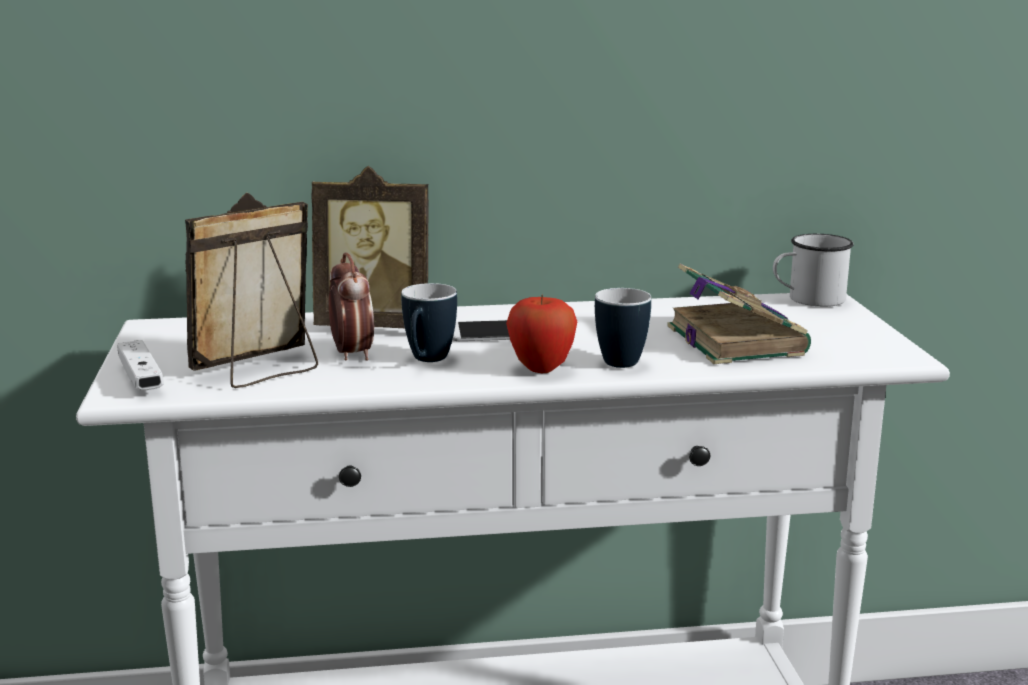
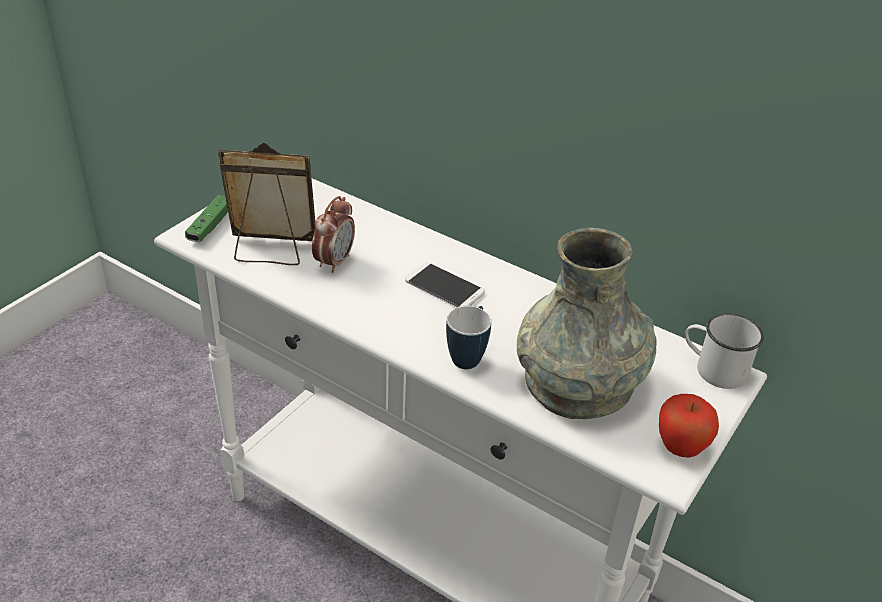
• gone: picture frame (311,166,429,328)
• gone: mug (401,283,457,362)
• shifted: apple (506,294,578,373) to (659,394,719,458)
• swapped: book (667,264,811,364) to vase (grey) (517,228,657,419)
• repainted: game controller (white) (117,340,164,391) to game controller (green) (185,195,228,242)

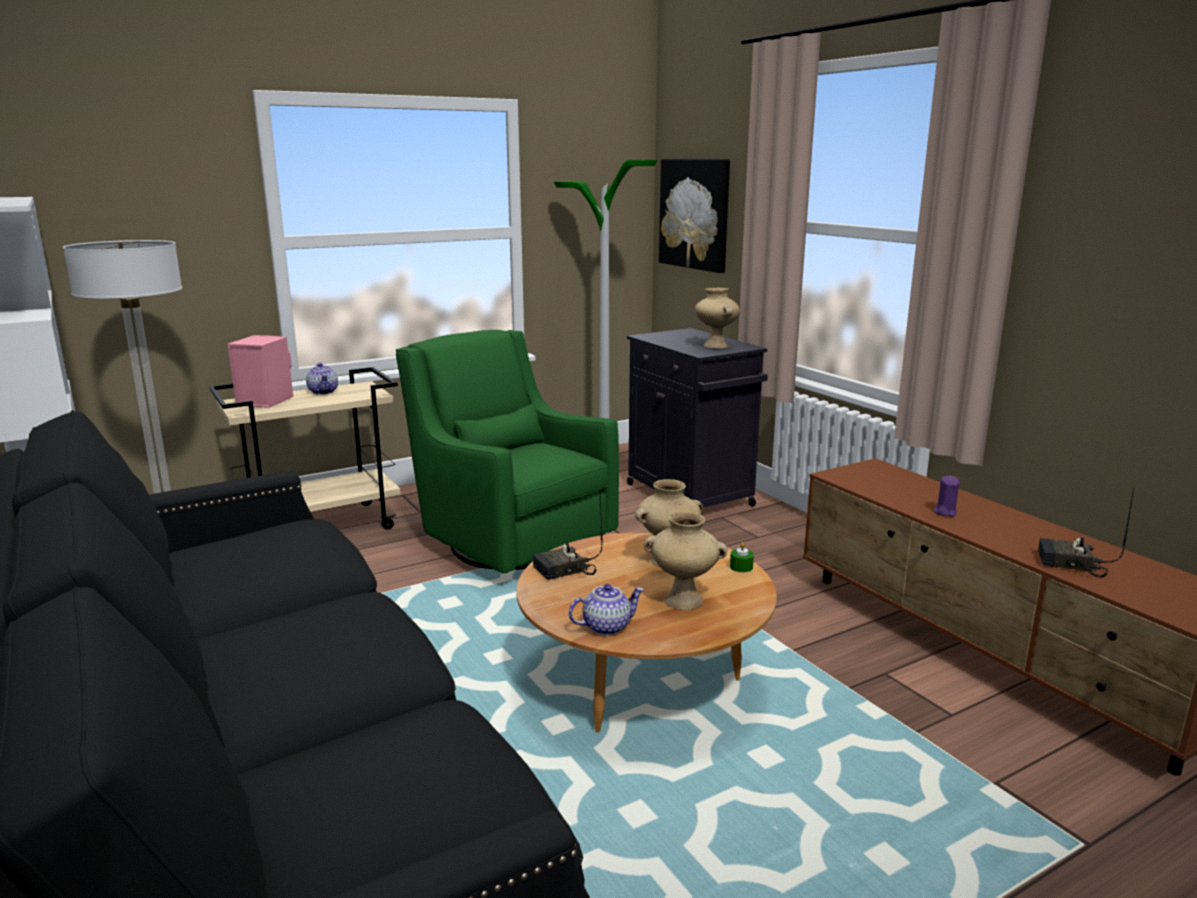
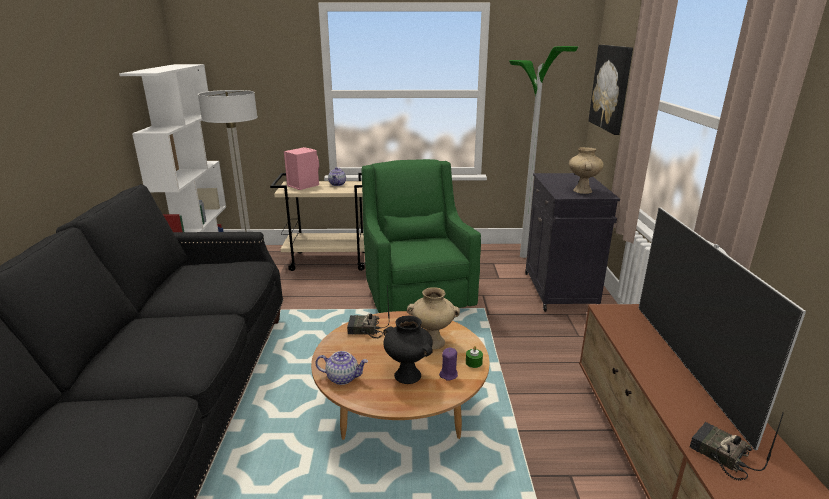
• new: television (638,208,806,450)
• shifted: candle (purple) (934,476,959,516) to (439,347,458,381)
• repainted: vase (beige) (644,512,727,610) to vase (black) (383,315,433,384)

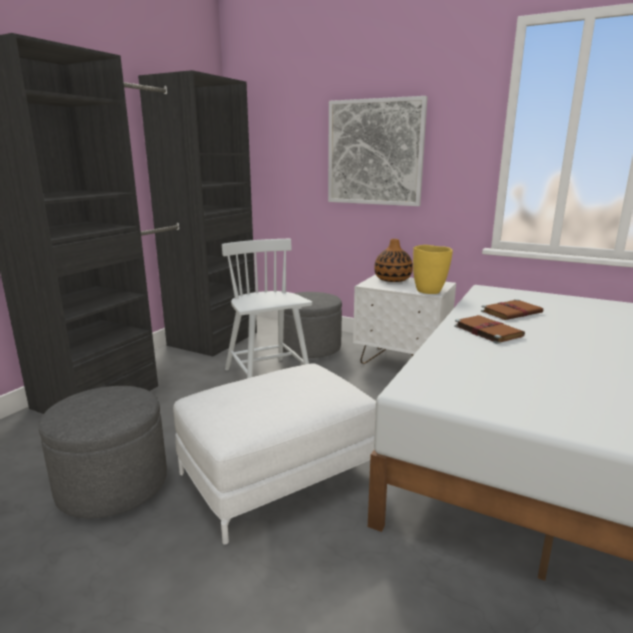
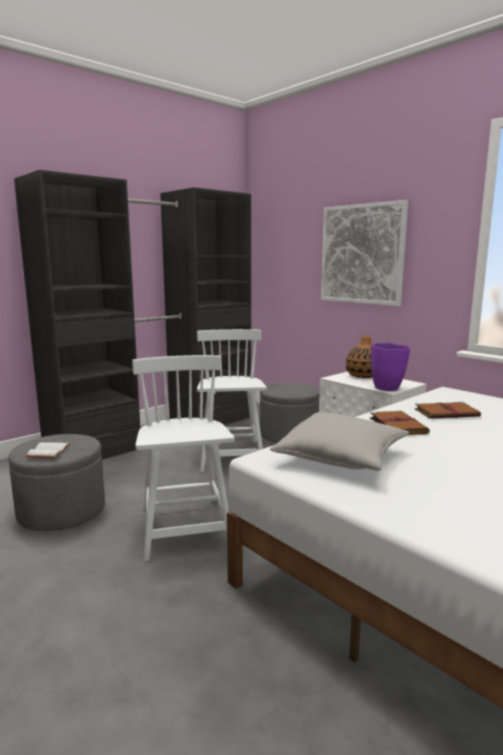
• new: book (white) (25,442,70,458)
• new: pillow (grey) (270,412,409,471)
• swapped: ottoman (white) (173,364,376,545) to chair (white) (132,355,235,561)
• repainted: vase (yellow) (413,245,453,294) to vase (purple) (371,342,410,391)

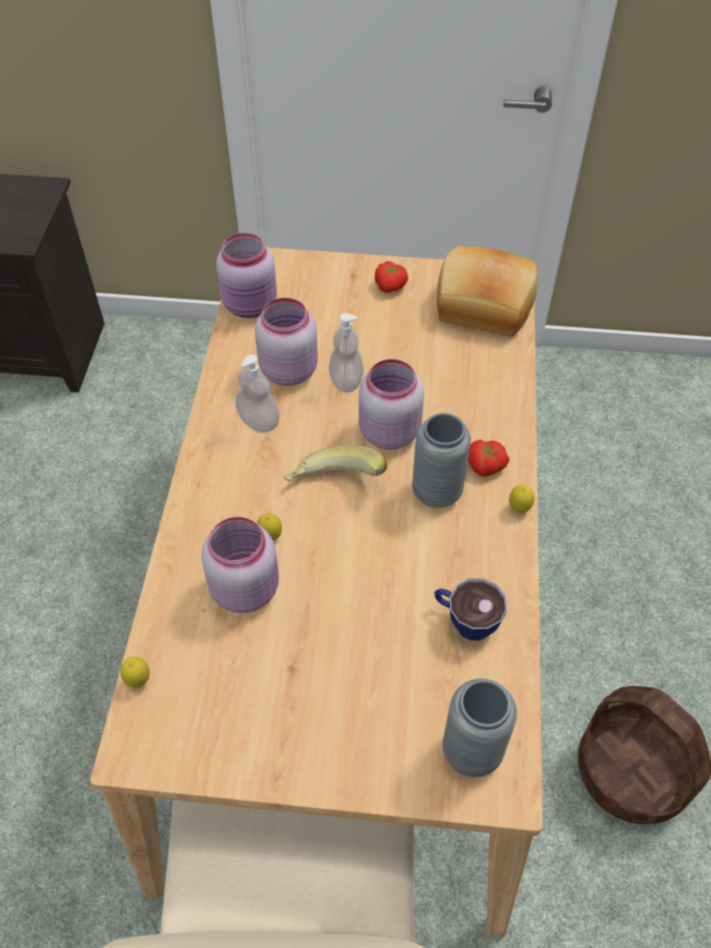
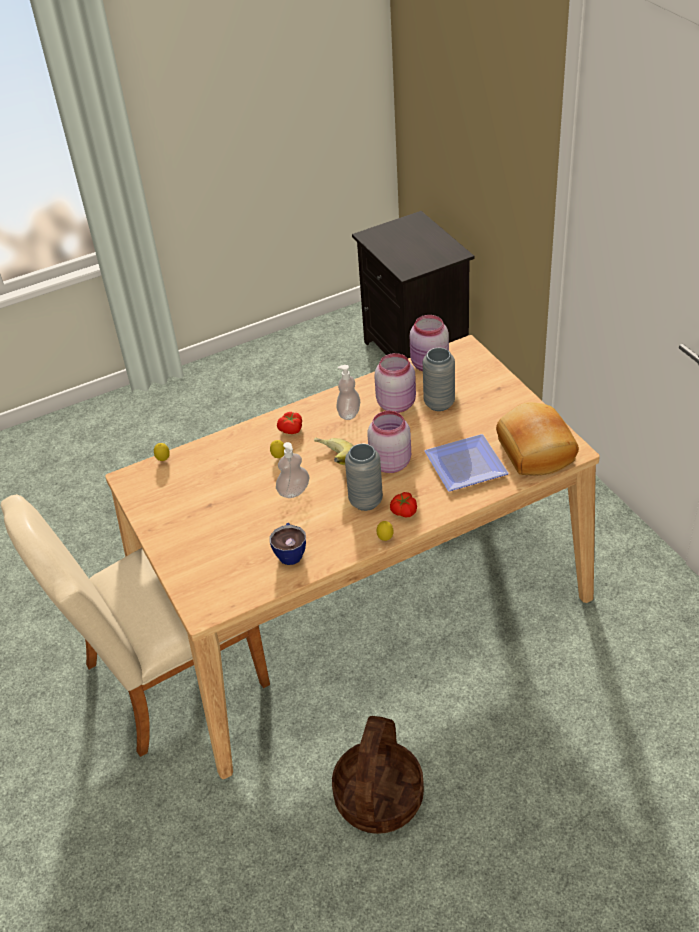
• gone: jar (pink) (201,517,279,613)
• new: plate (425,434,509,491)
• shifted: soap dispenser (329,313,364,393) to (276,442,309,498)
• shifted: tomato (375,261,408,293) to (277,412,302,434)
• shifted: vase (grey) (443,679,517,777) to (423,348,455,411)

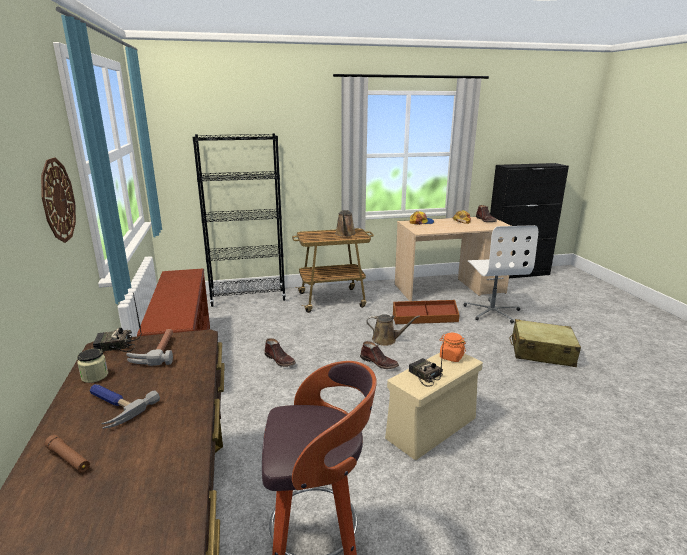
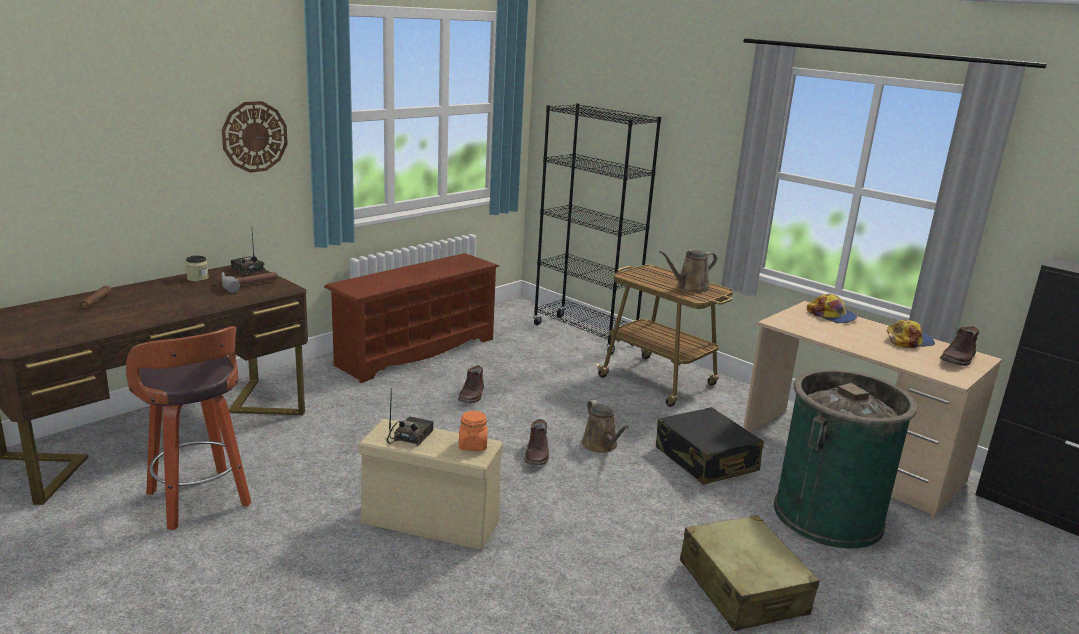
• gone: hammer (89,384,160,429)
• swapped: storage box (brown) (393,300,459,324) to suitcase (black) (656,407,764,485)
• swapped: office chair (white) (463,225,538,323) to trash can (green) (774,369,918,549)

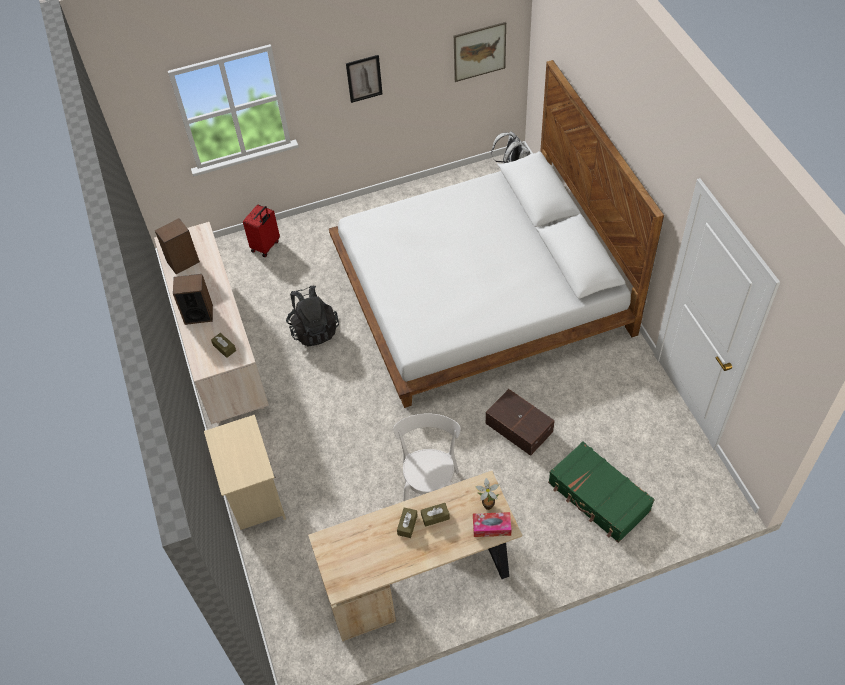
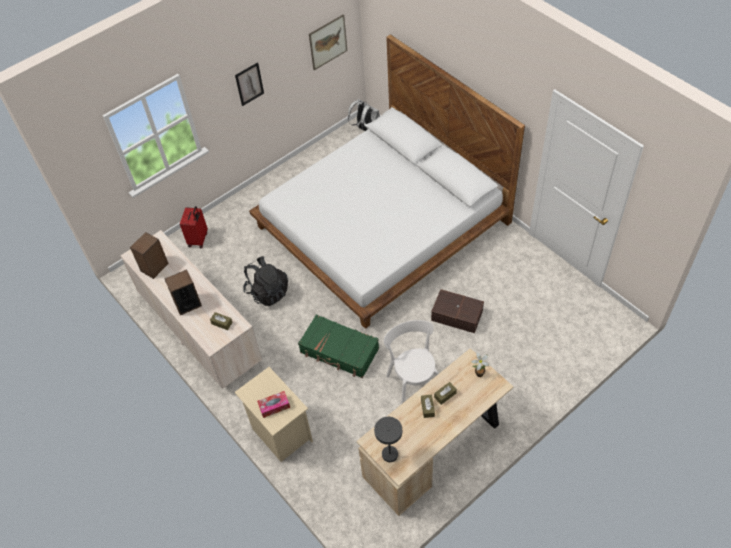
• new: table lamp (grey) (374,417,402,462)
• shifted: tissue box (473,512,511,537) to (257,391,290,418)
• shifted: suitcase (green) (548,441,655,543) to (298,314,379,378)

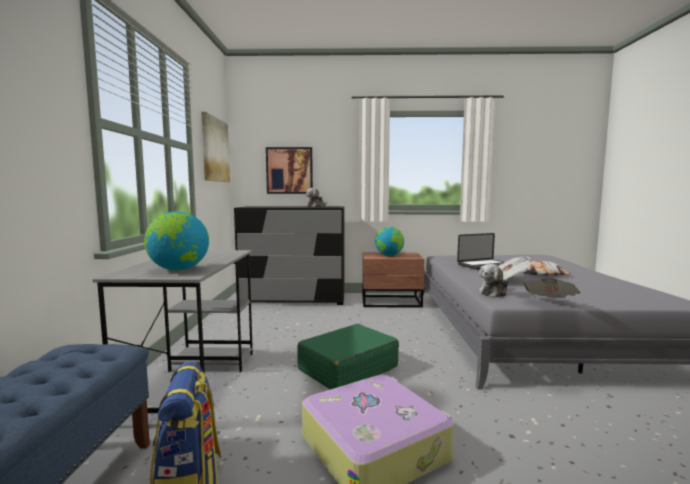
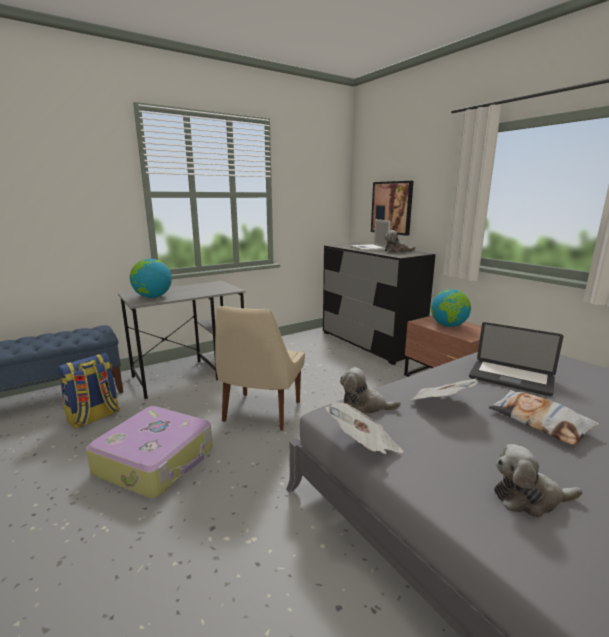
• gone: picture (201,112,230,182)
• new: laptop (350,219,391,251)
• new: plush toy (494,444,582,518)
• swapped: suitcase (green) (297,324,399,389) to chair (beige) (215,306,305,431)

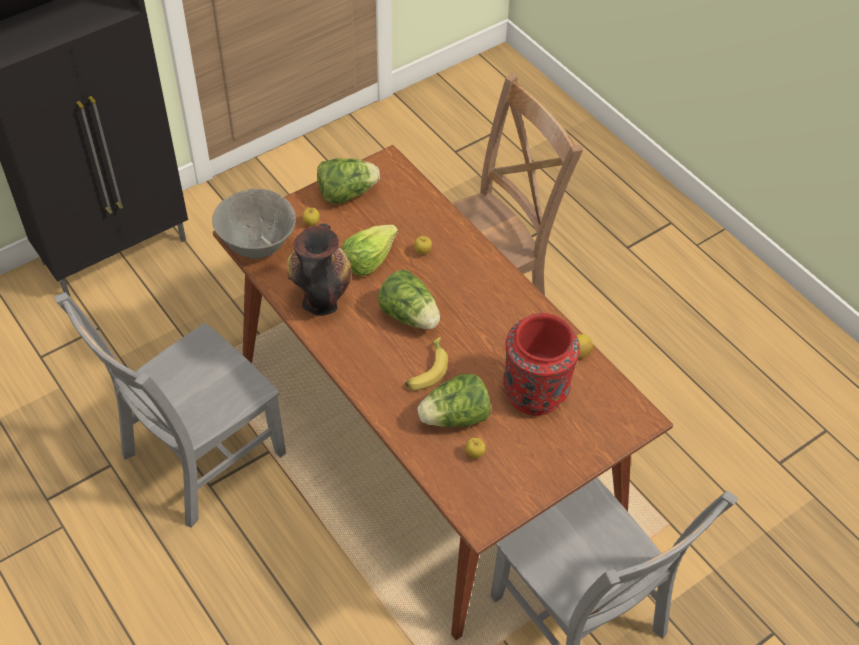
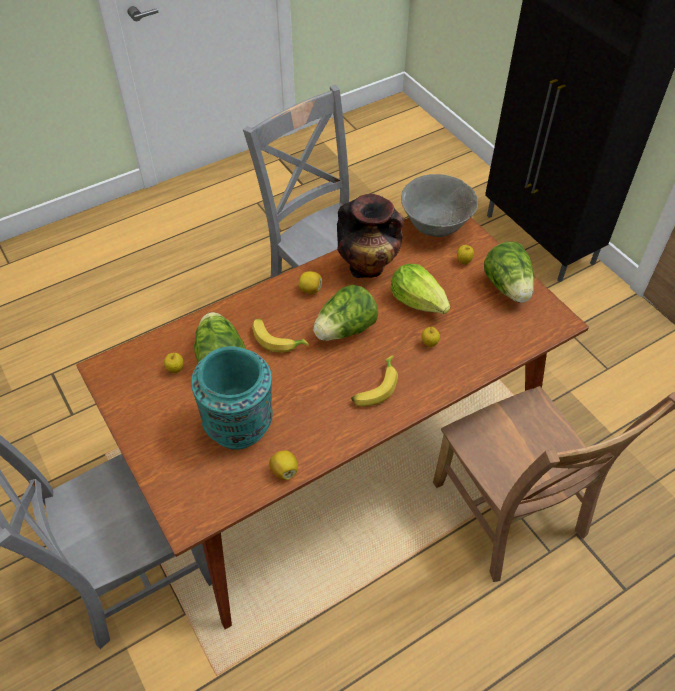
• new: lemon (299,271,322,294)
• new: banana (351,355,398,407)
• repainted: vase (red) (503,313,580,416) to vase (turquoise) (191,346,273,450)

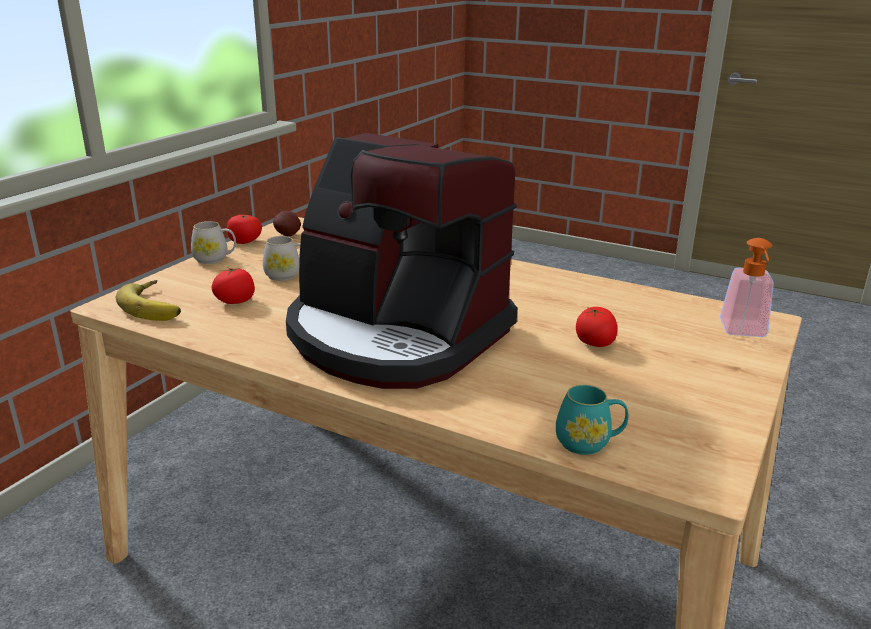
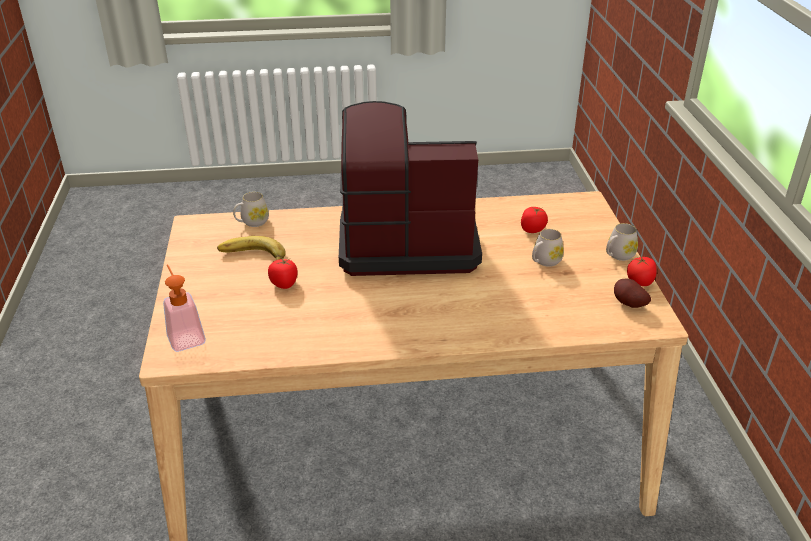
• shifted: banana (116,280,181,321) to (217,236,286,260)
• repainted: mug (turquoise) (556,385,629,455) to mug (white) (233,192,269,227)

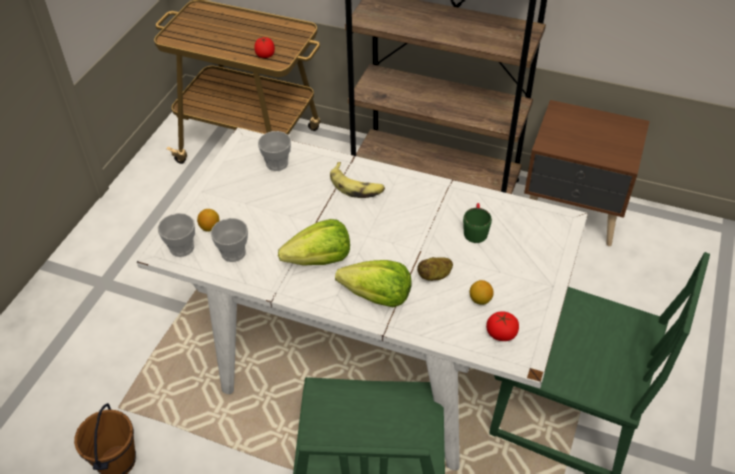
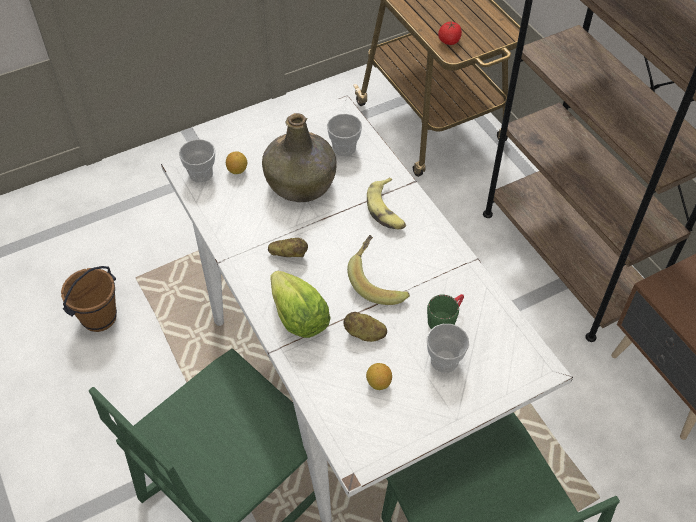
• gone: tomato (486,311,519,341)
• new: bottle (green) (262,113,337,202)
• new: banana (347,235,410,305)
• shifted: cup (211,218,248,262) to (427,324,469,373)
• swapped: lettuce (278,219,350,266) to potato (268,238,308,258)

